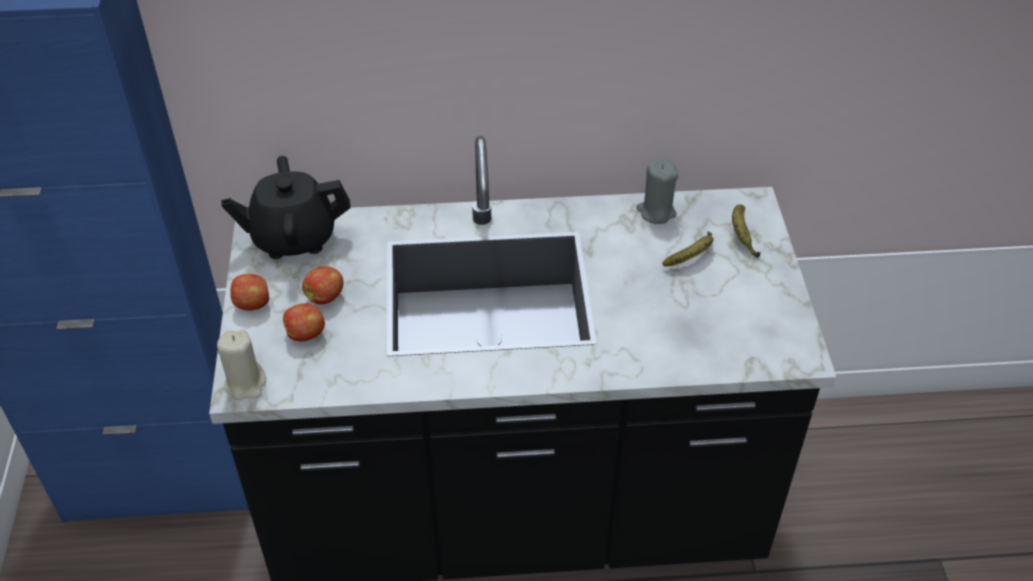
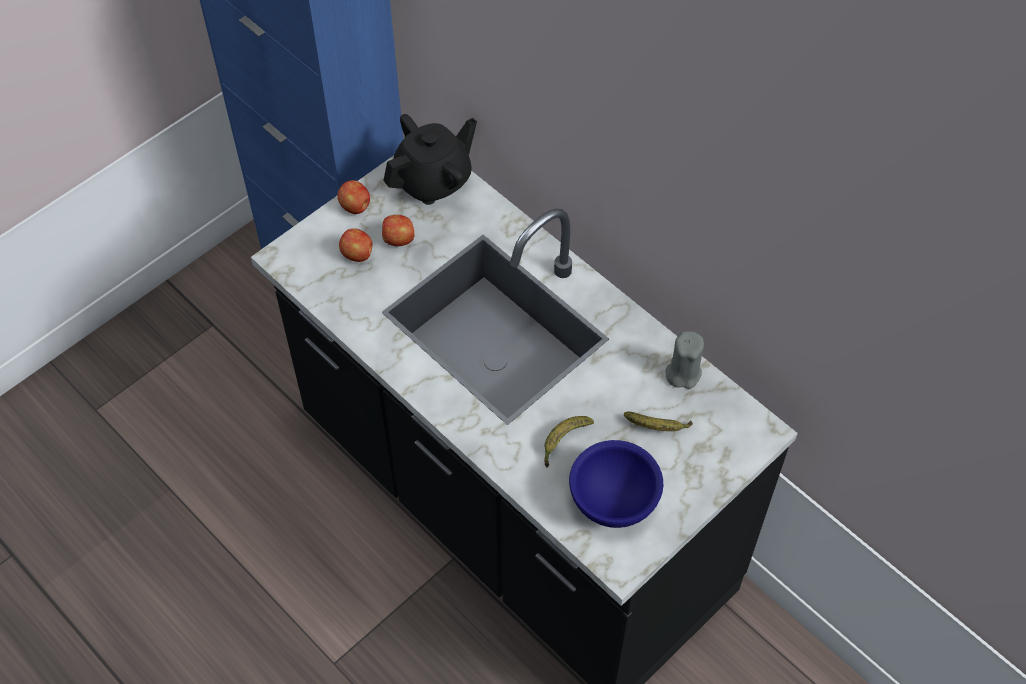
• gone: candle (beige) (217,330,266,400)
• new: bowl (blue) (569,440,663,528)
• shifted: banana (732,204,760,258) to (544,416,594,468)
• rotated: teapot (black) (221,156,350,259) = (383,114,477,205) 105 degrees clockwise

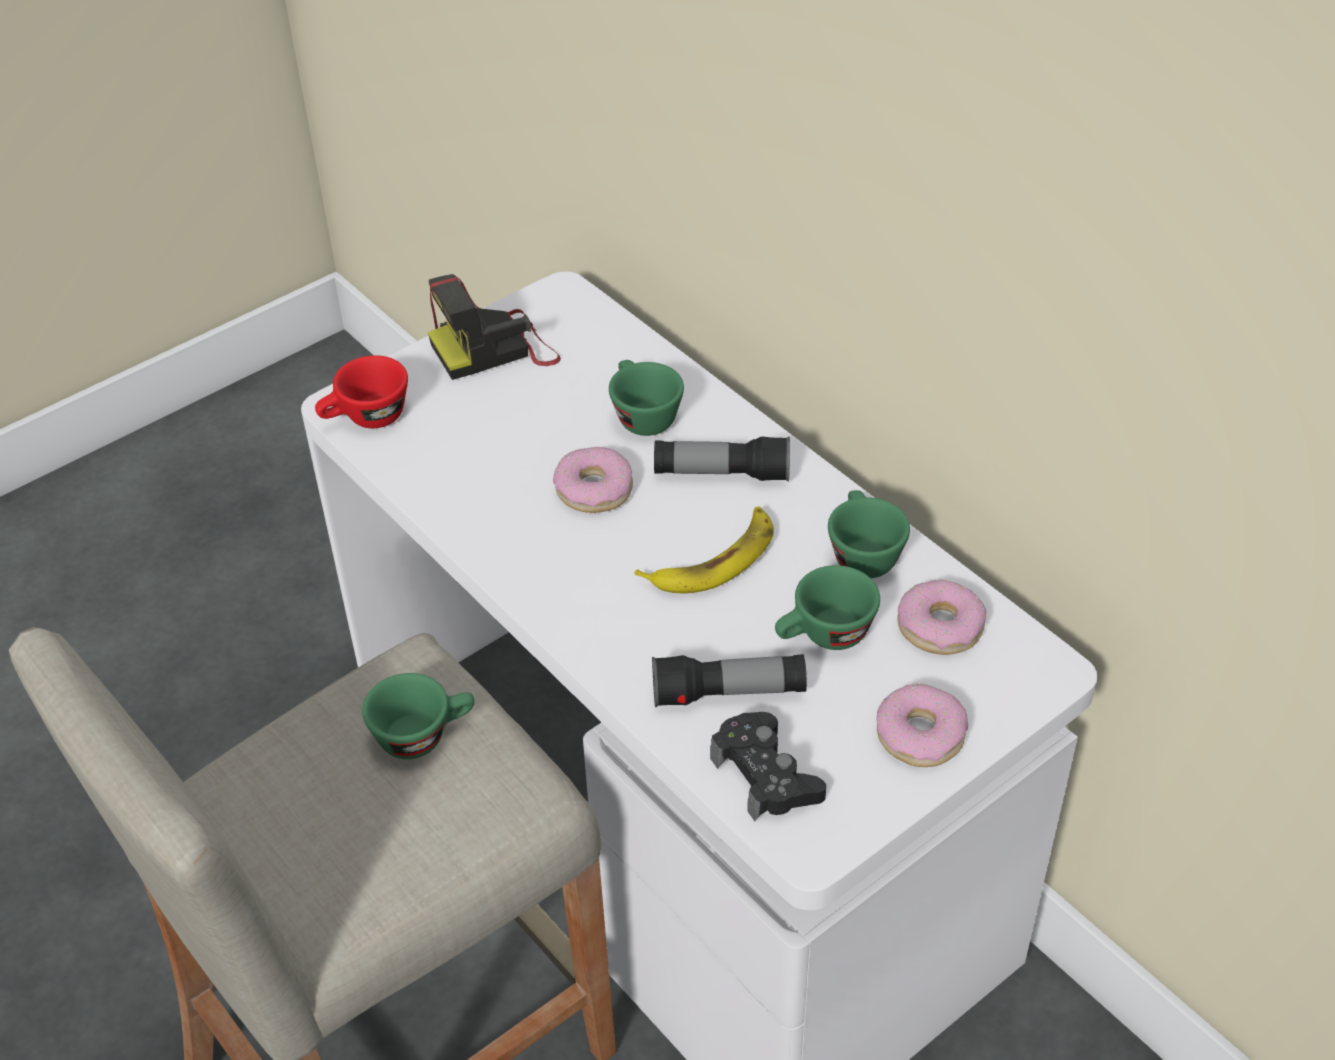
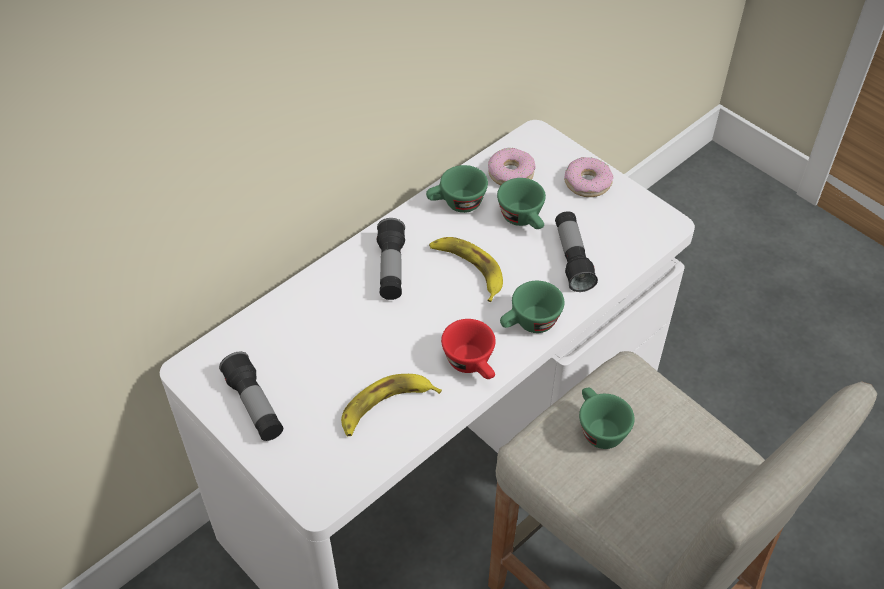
• gone: donut (553,447,633,513)
• gone: game controller (black) (710,712,826,821)
• new: banana (341,374,442,436)
• shifted: cup (red) (315,355,408,428) to (441,319,495,379)
• shifted: cup (green) (609,360,684,436) to (500,281,565,333)
• swapped: photo camera (428,274,561,380) to flashlight (219,351,283,441)

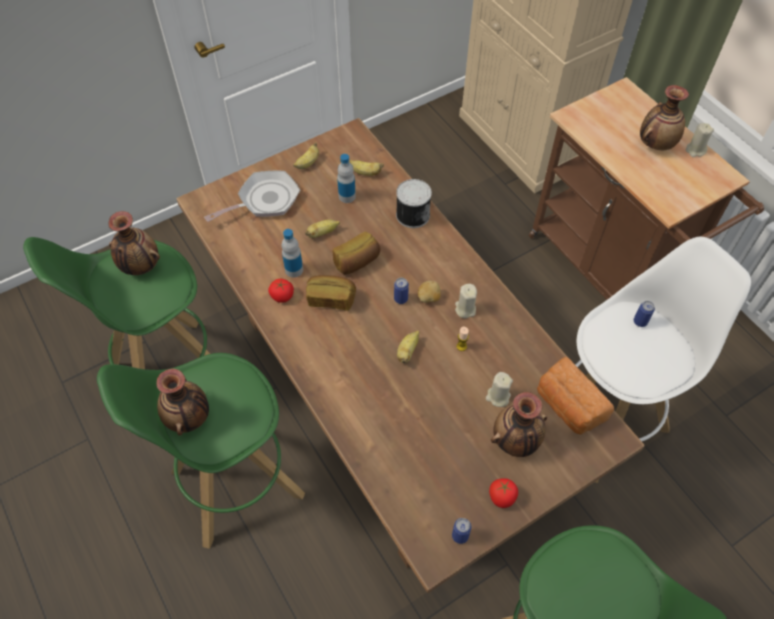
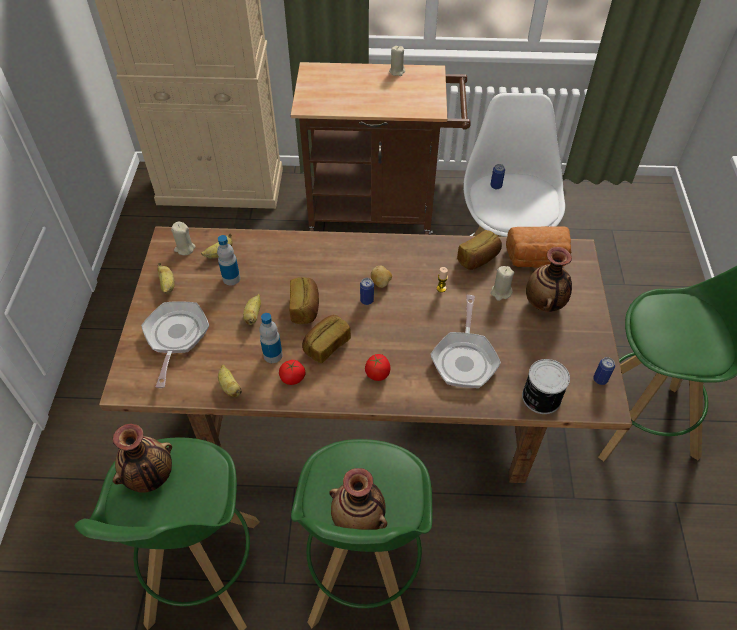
• gone: vase (640,85,689,150)
• new: frying pan (430,295,501,388)
• new: bread (457,230,502,270)
• shifted: can (396,179,432,228) to (522,359,570,414)
• shifted: banana (397,330,420,363) to (218,364,242,397)
• shifted: candle (beige) (455,284,477,318) to (171,221,196,255)
• shifted: tomato (489,478,518,508) to (365,354,391,381)

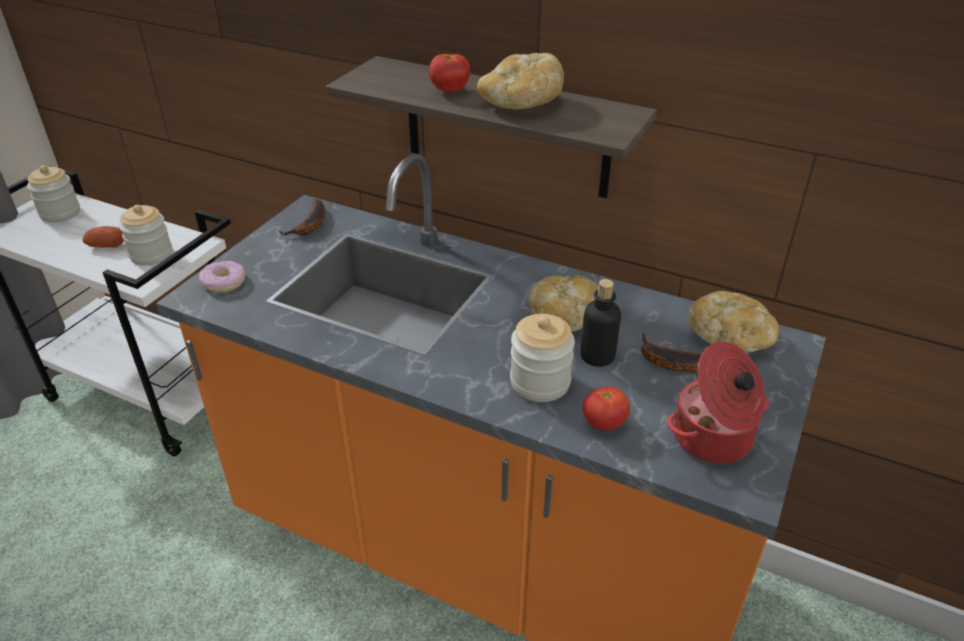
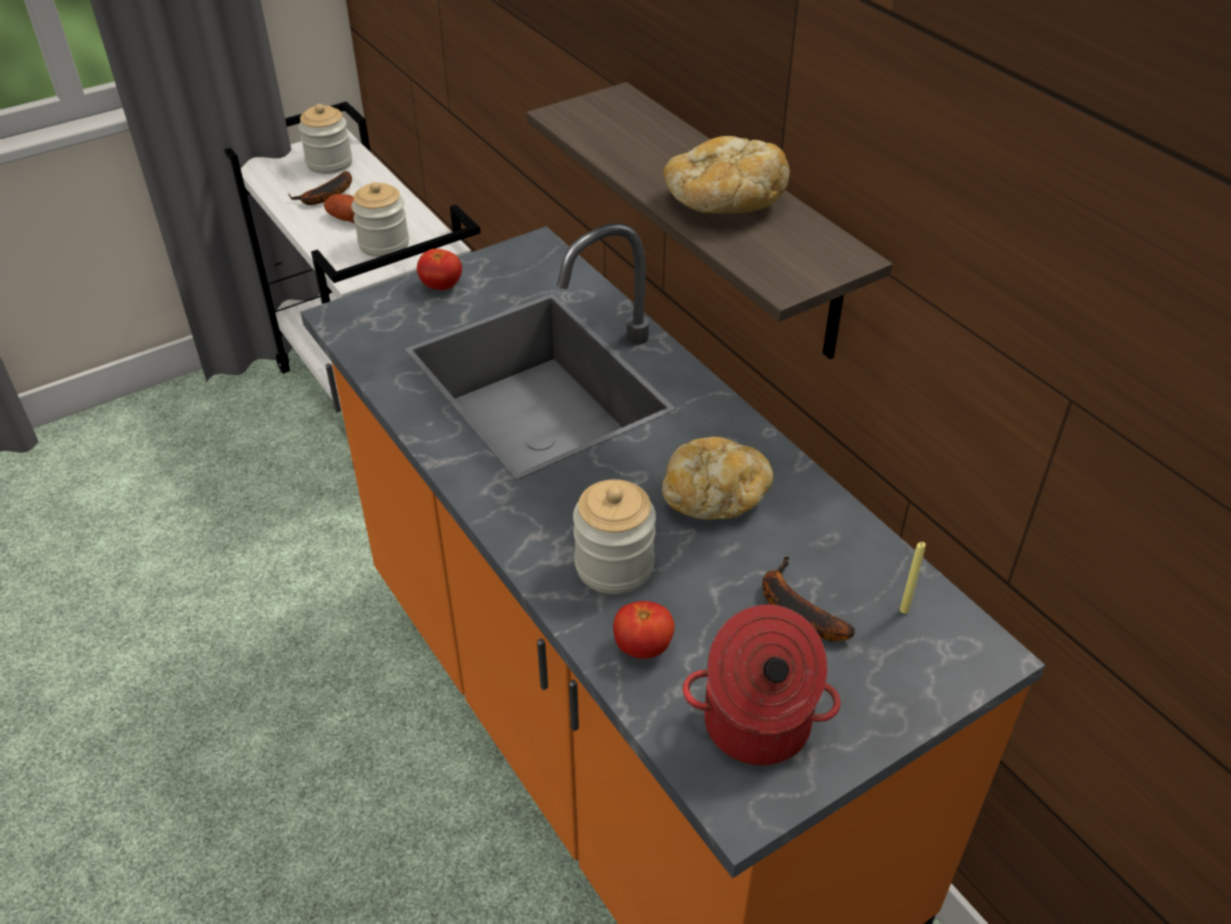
• gone: donut (199,261,246,292)
• gone: bottle (580,279,621,367)
• shifted: banana (279,199,326,236) to (288,171,352,205)
• shifted: tomato (429,54,470,92) to (417,249,462,290)
• swapped: bread (689,291,779,353) to candle (yellow) (900,542,926,614)

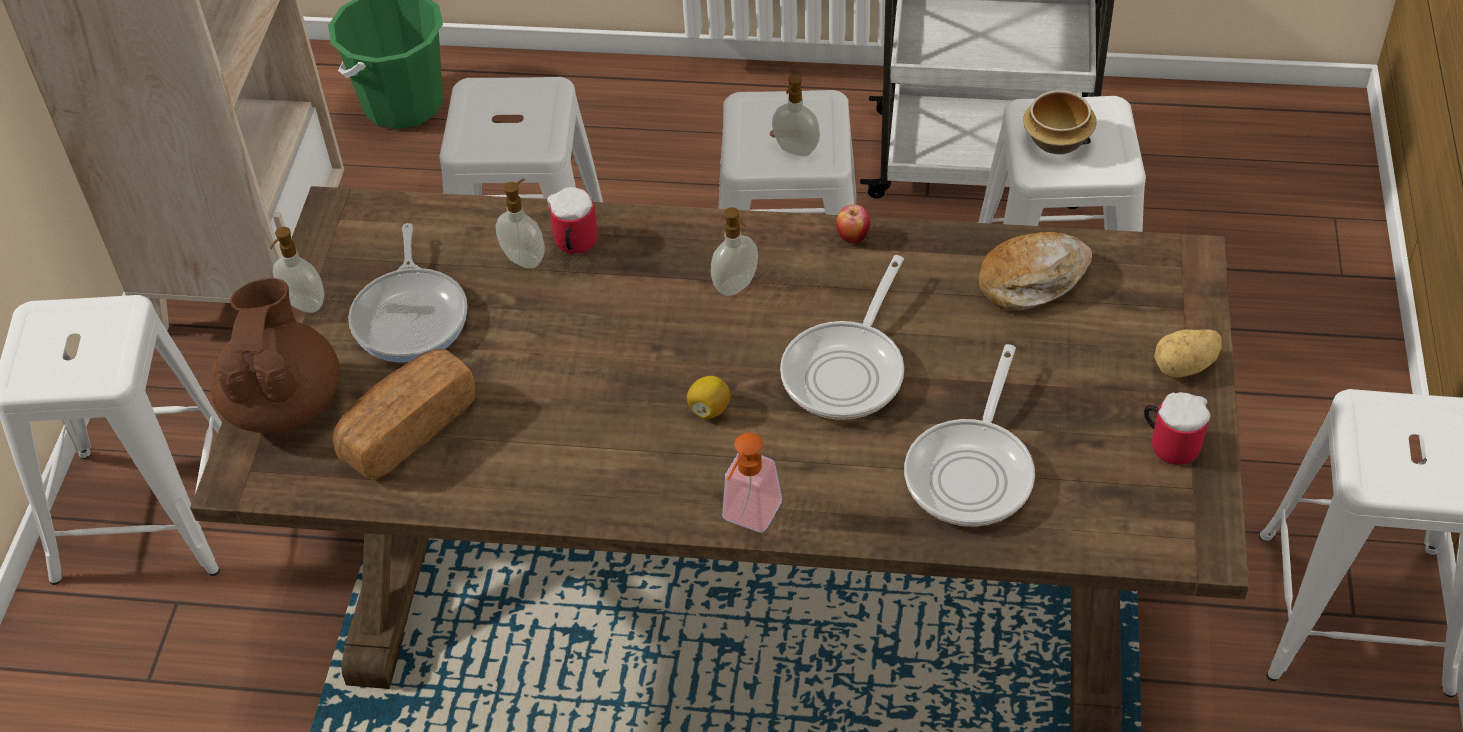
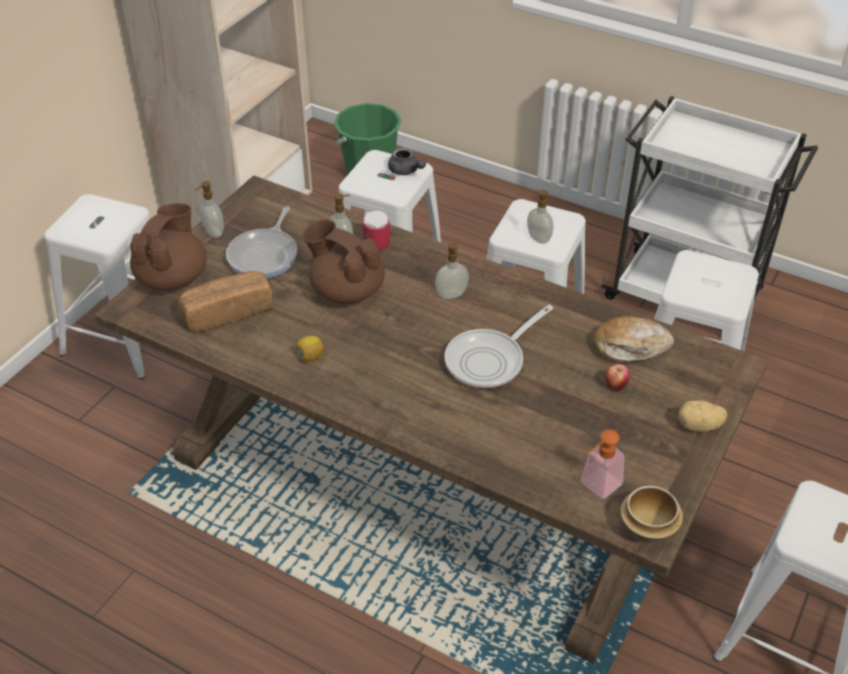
• gone: frying pan (904,344,1035,526)
• gone: mug (1144,392,1210,465)
• new: teapot (brown) (303,220,385,304)
• new: teapot (grey) (388,147,426,175)
• shifted: lemon (687,376,731,419) to (296,336,324,362)
• shifted: soap dispenser (722,433,782,533) to (581,429,624,499)
• shifted: apple (836,205,870,244) to (605,364,630,391)
• shifted: bowl (1023,90,1097,154) to (621,486,683,542)

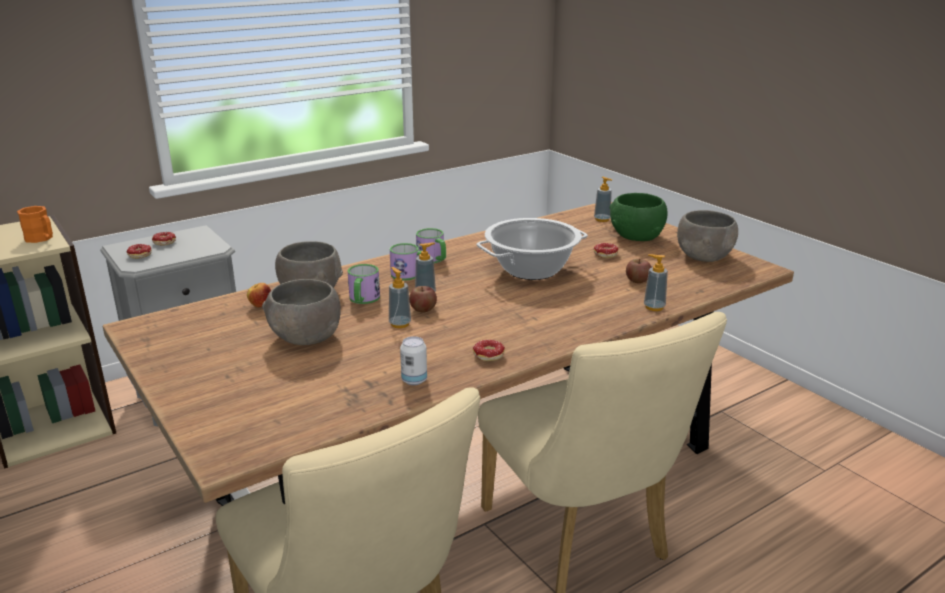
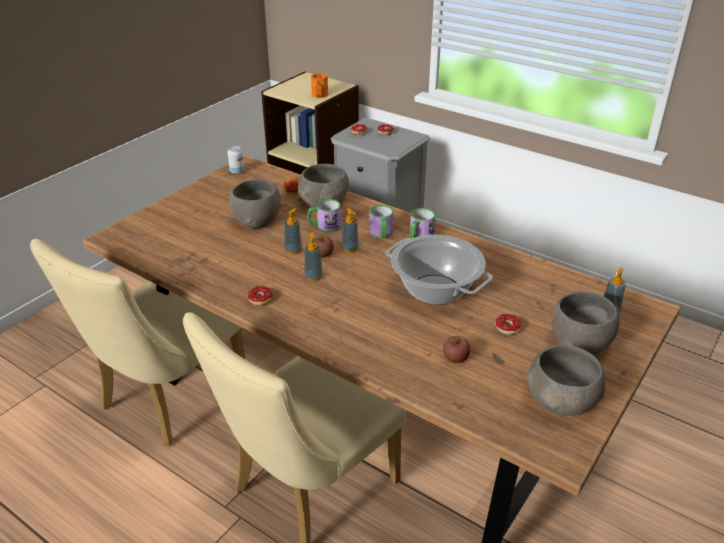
• shifted: can (400,336,427,385) to (227,146,244,174)
• shifted: soap dispenser (644,254,668,311) to (304,232,323,281)
• repainted: bowl (green) (610,193,668,241) to bowl (grey) (551,291,620,355)

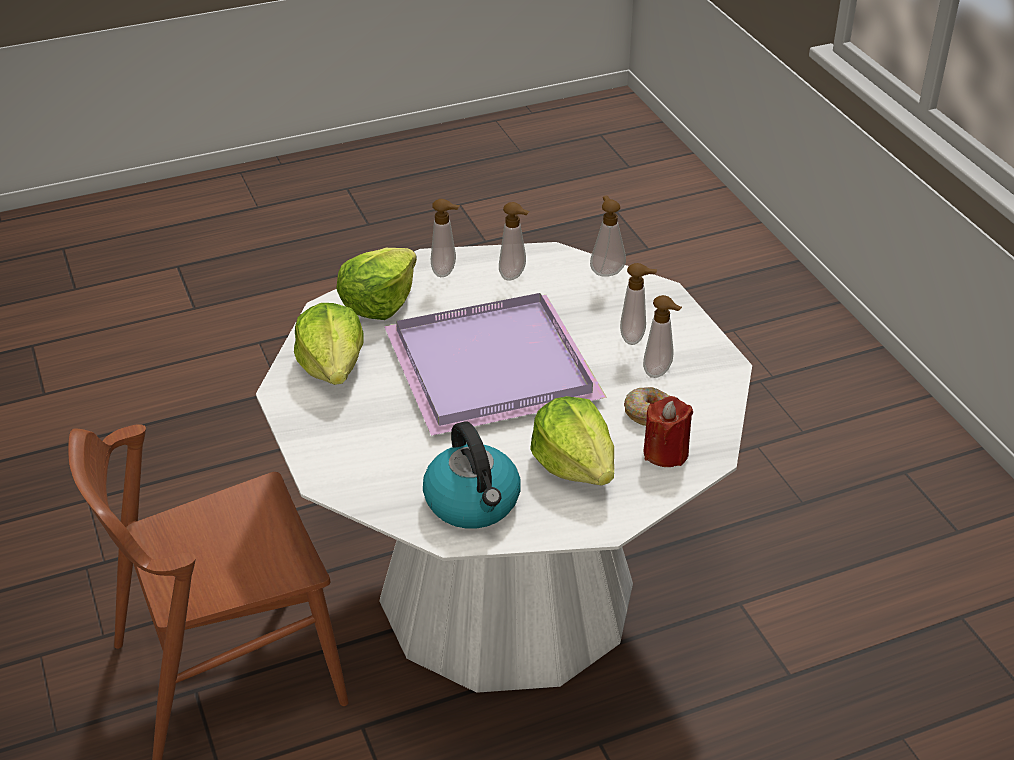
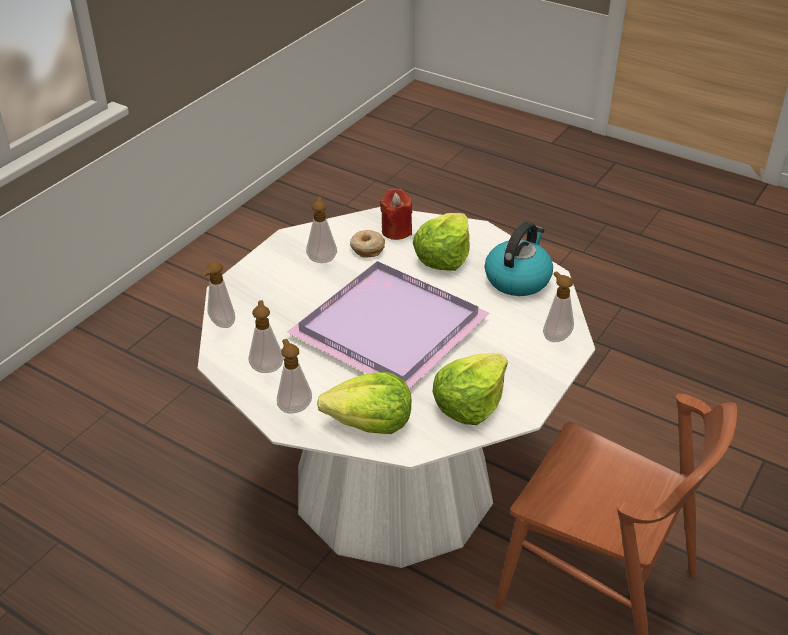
• shifted: soap dispenser (620,263,657,345) to (543,271,574,342)

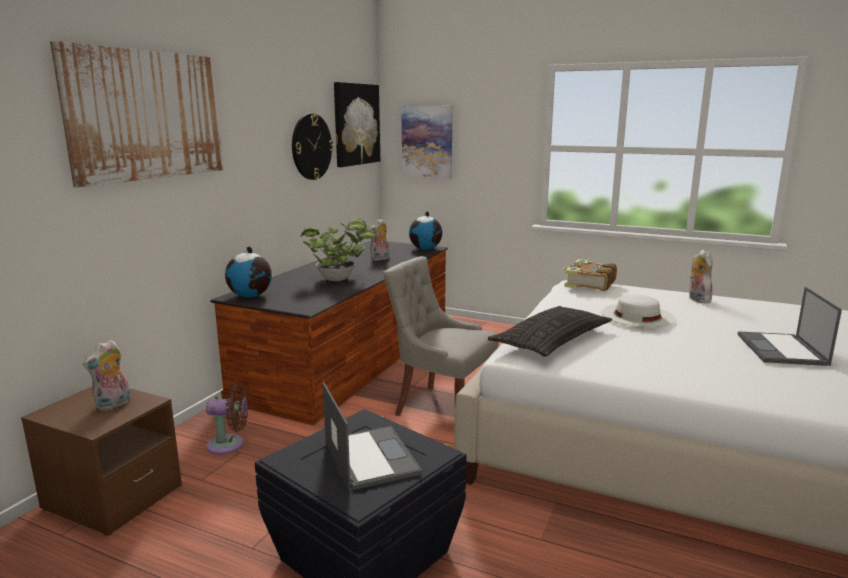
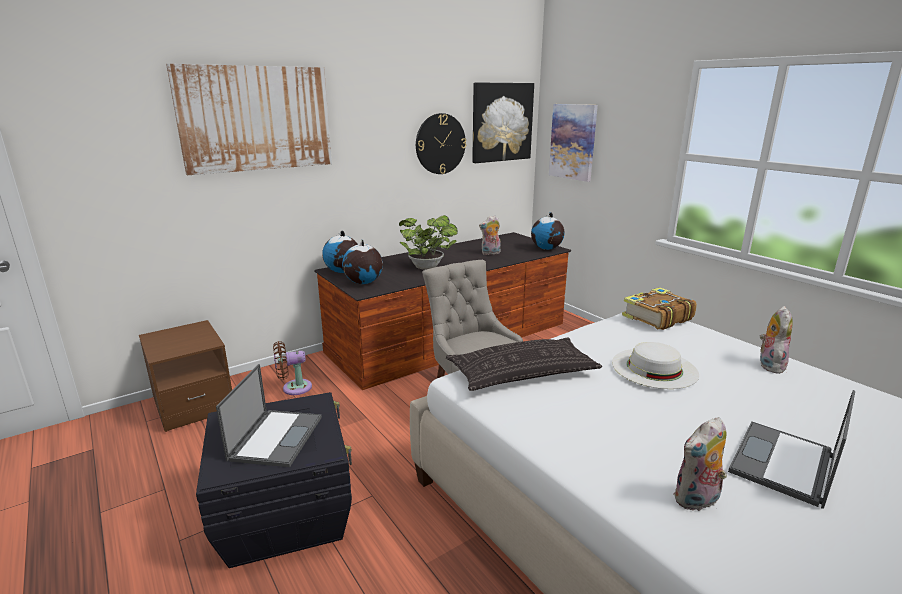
• new: globe (342,240,383,284)
• shifted: plush toy (83,340,131,411) to (673,417,731,511)
• rotated: fan (brown) (206,383,248,455) = (273,341,312,395) 135 degrees clockwise

